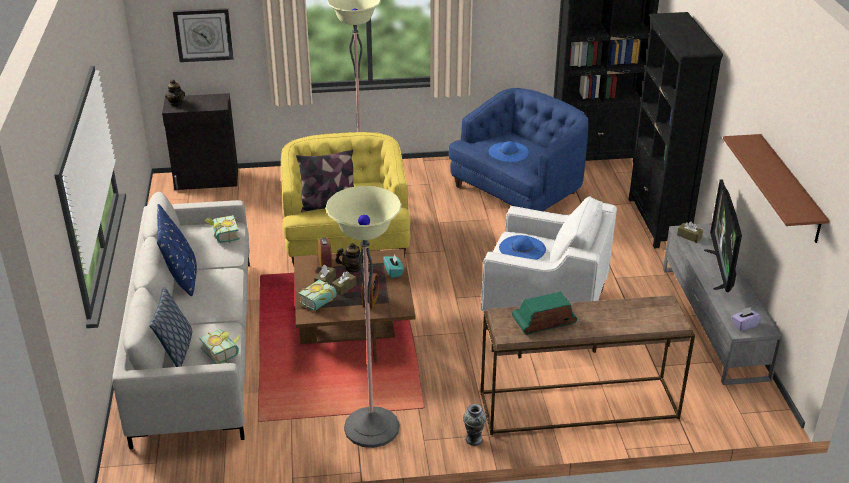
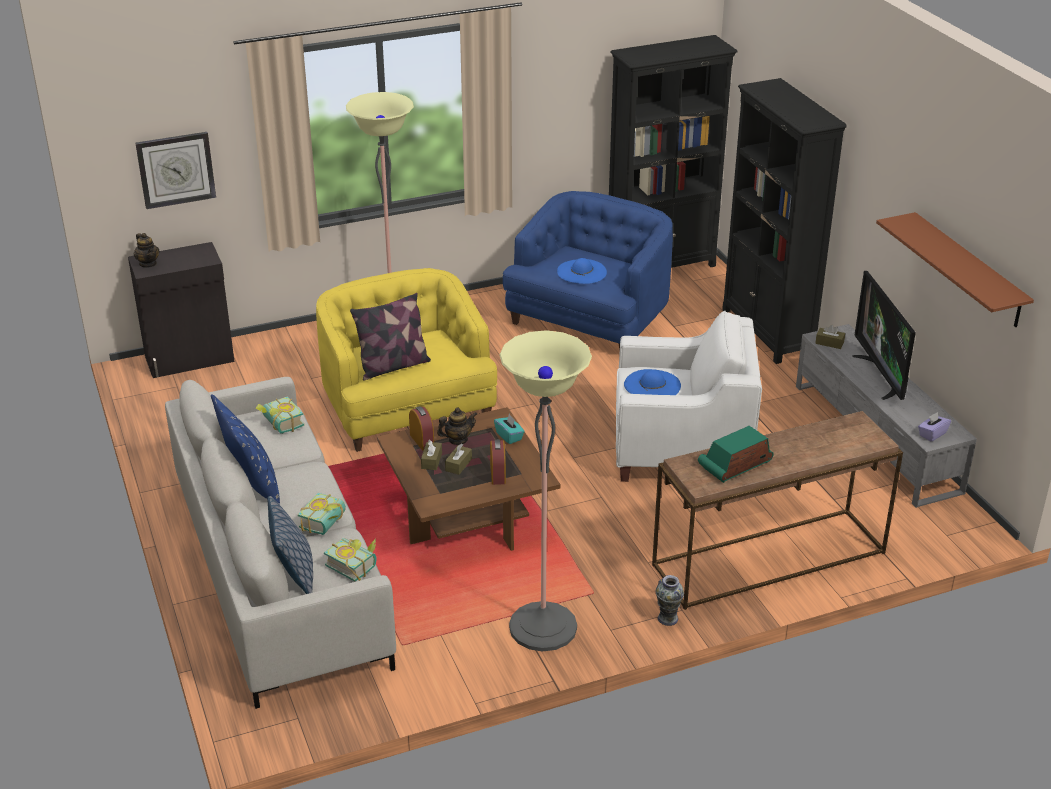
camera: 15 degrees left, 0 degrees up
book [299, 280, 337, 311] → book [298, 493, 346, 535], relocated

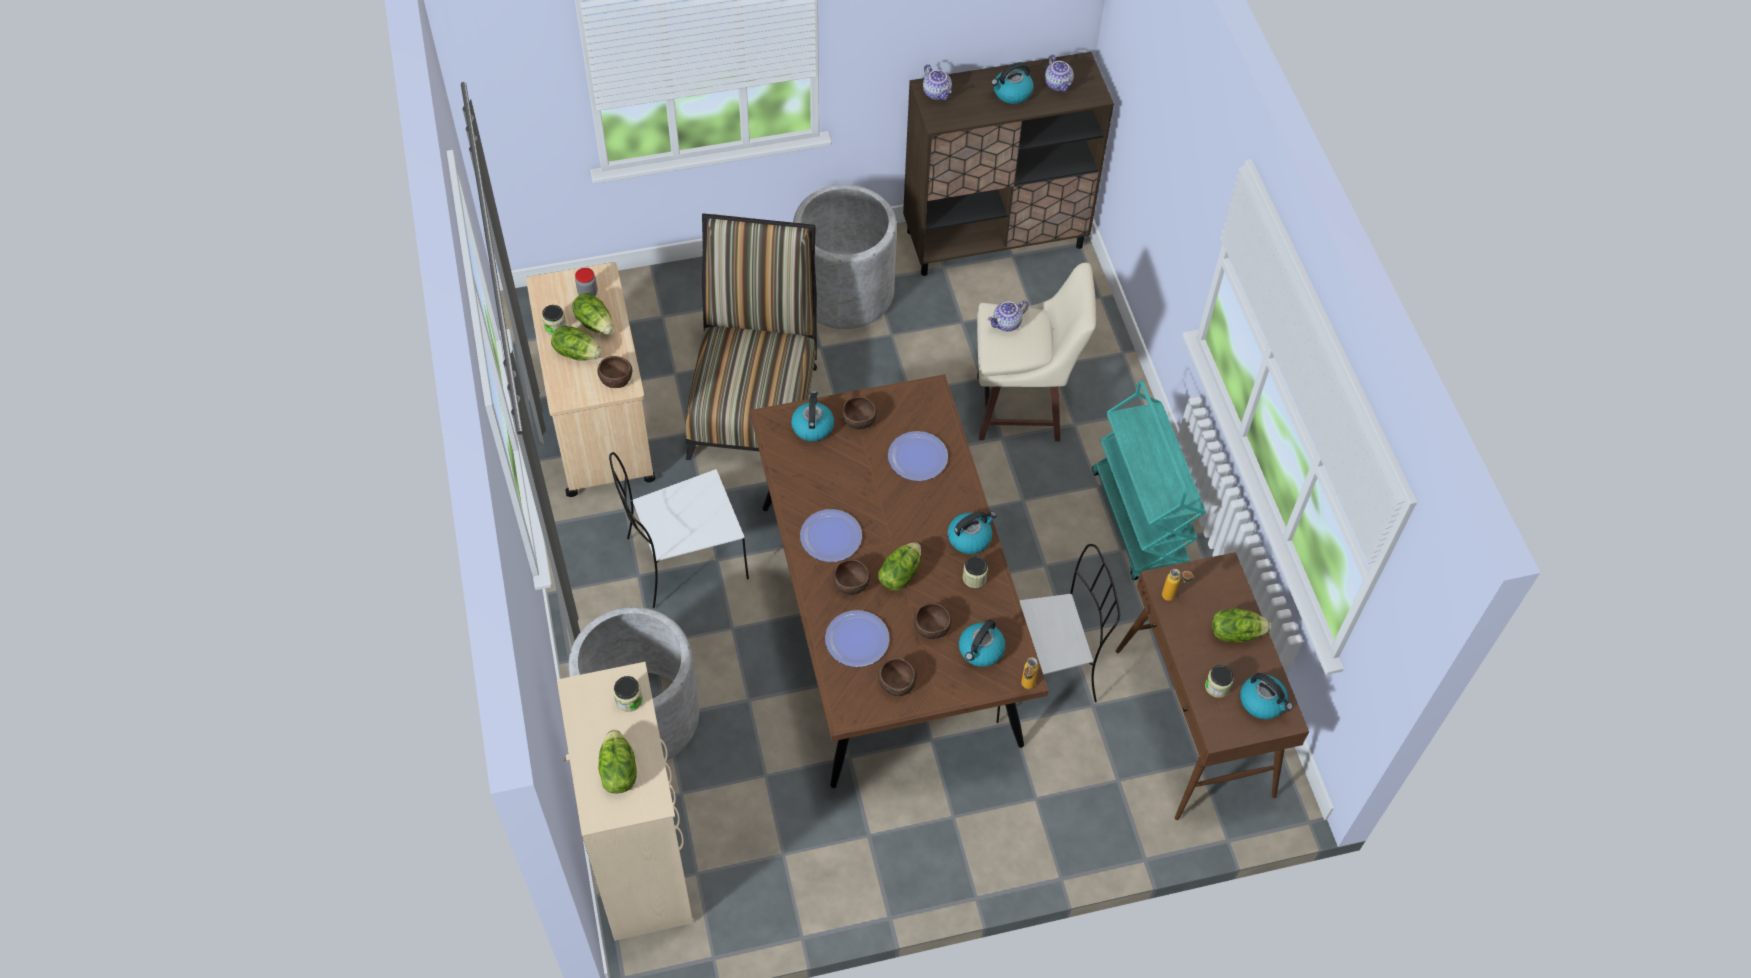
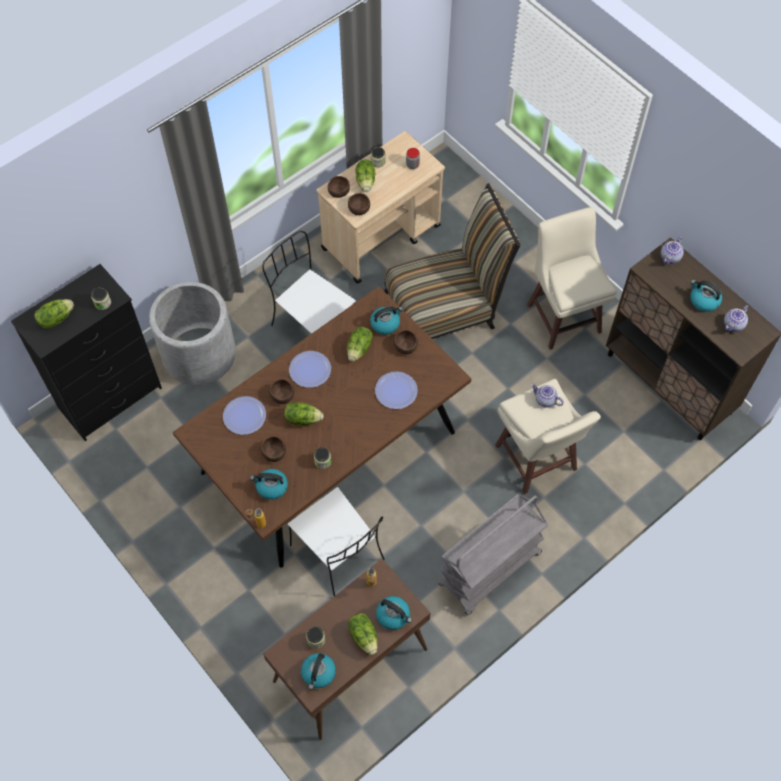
camera: 65 degrees right, 5 degrees up
lettuce [573, 293, 613, 335] → lettuce [347, 327, 373, 362], relocated
brown bowl [878, 657, 916, 696] → brown bowl [328, 176, 350, 198], relocated
kettle [948, 511, 997, 554] → kettle [376, 596, 412, 630], relocated
grey planter [793, 185, 897, 329] → beige stool [527, 207, 617, 350]
beige dresser [556, 662, 693, 941] → black dresser [11, 264, 162, 441]
turquoise cart [1092, 381, 1206, 580] → grey cart [438, 494, 548, 616]

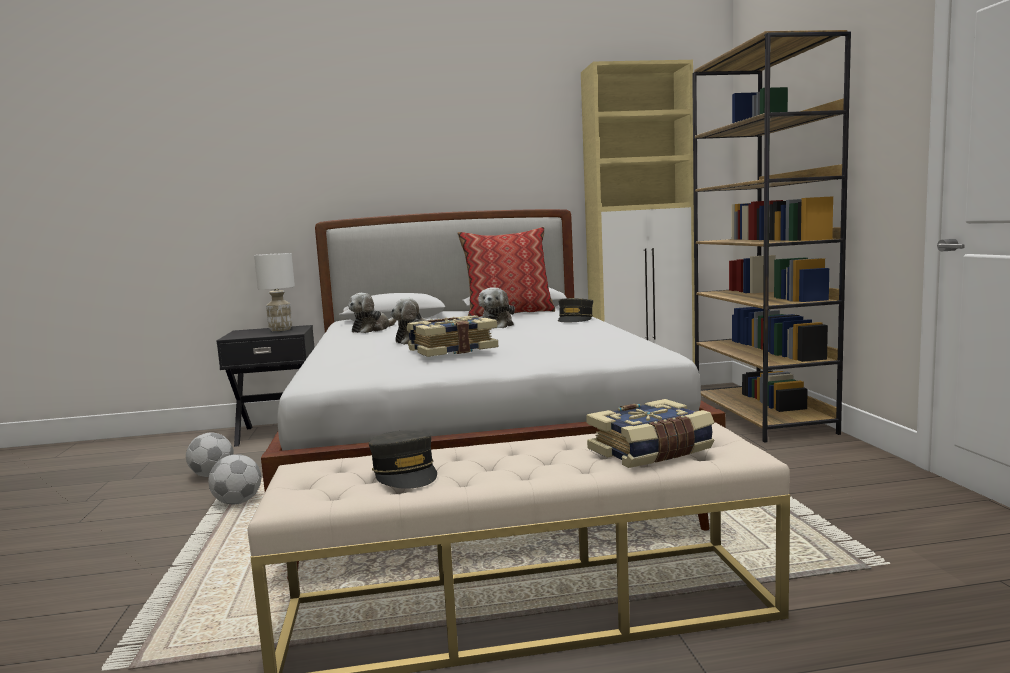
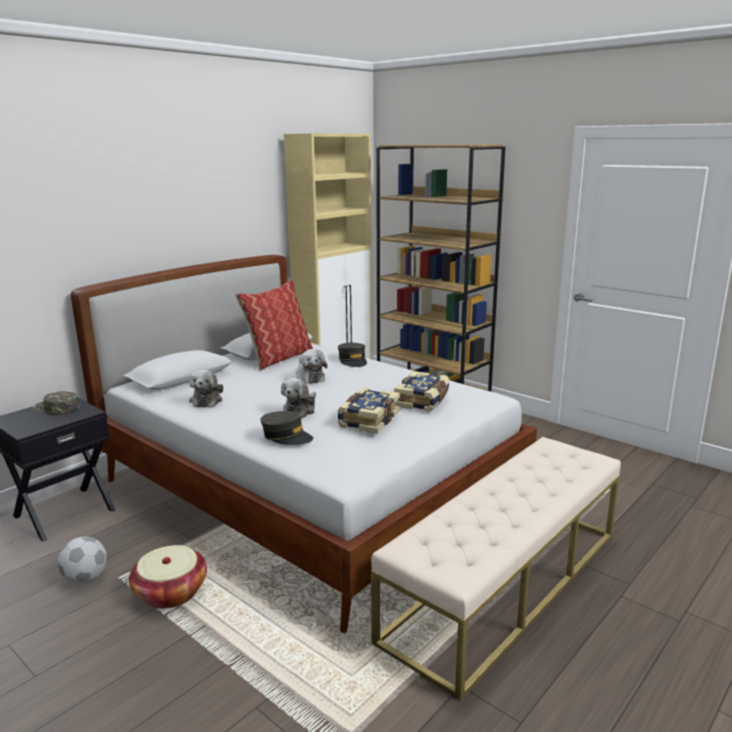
camera: 40 degrees left, 10 degrees up
grey cap [369, 431, 437, 489] → grey cap [260, 411, 313, 445], relocated
book [586, 399, 714, 468] → book [394, 371, 450, 412], relocated
football [208, 454, 261, 504] → basket [129, 545, 207, 609]
white table lamp [254, 253, 295, 331] → green cap [33, 391, 79, 415]

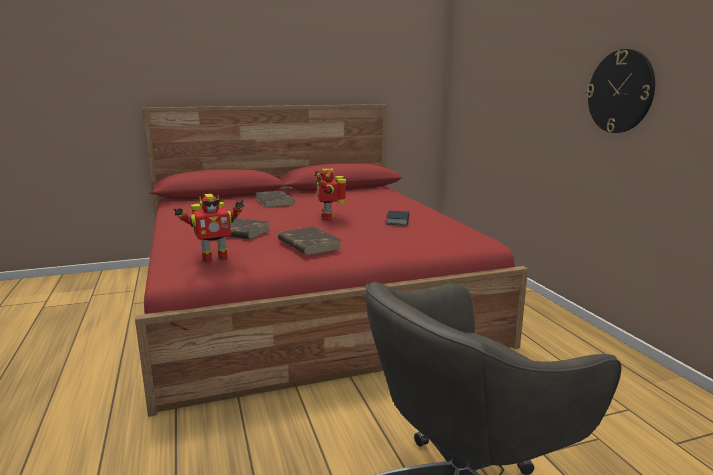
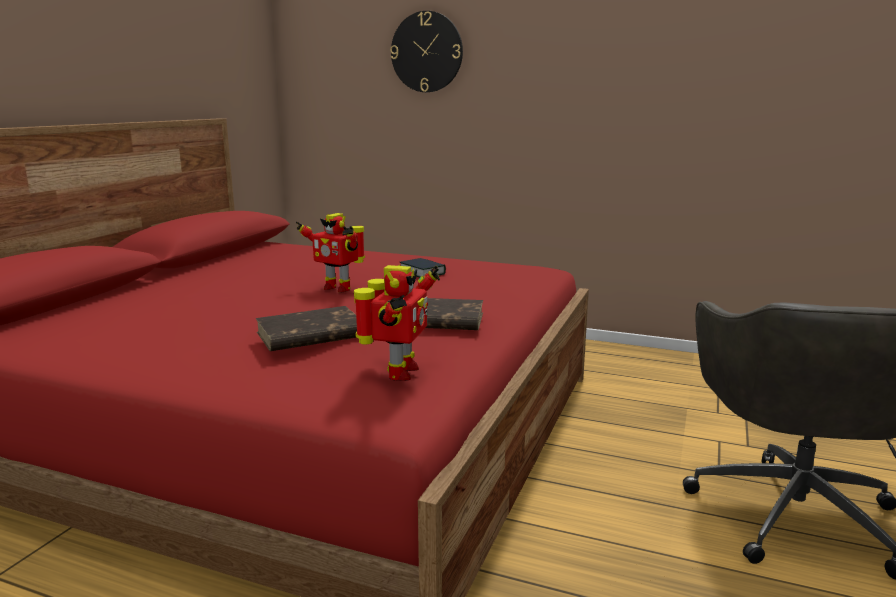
camera: 50 degrees left, 0 degrees up
brown book [256, 191, 295, 207] → -
wall clock [586, 49, 655, 133] → wall clock [390, 11, 463, 92], relocated

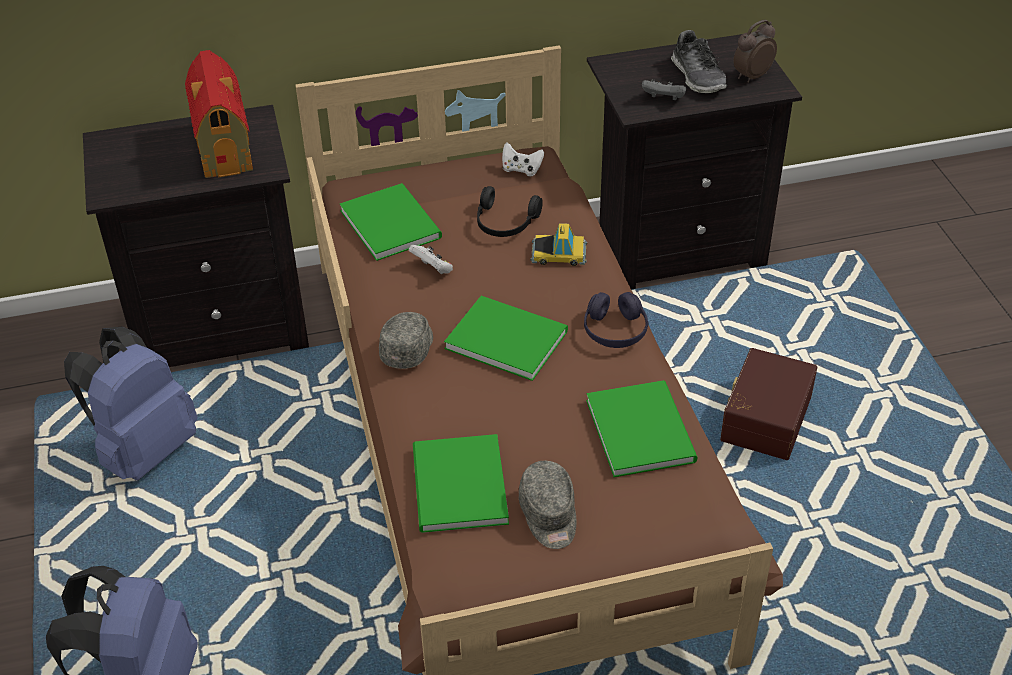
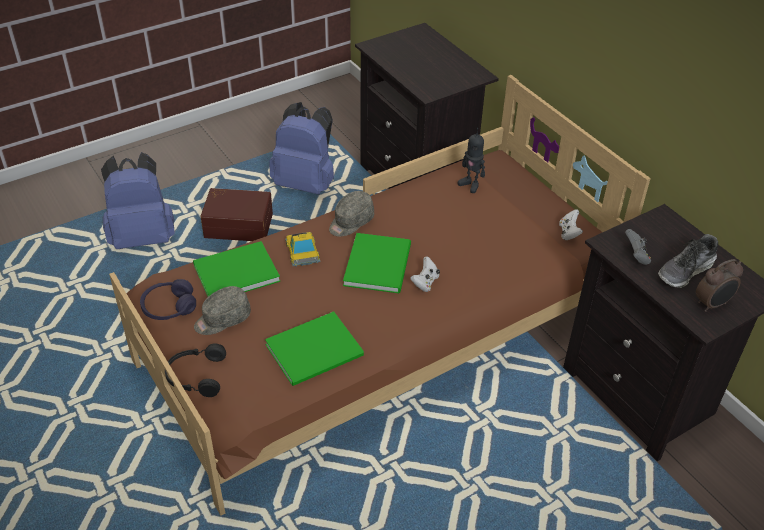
camera: 70 degrees right, 0 degrees up
toy house [185, 50, 253, 178] → -
white game controller [409, 245, 453, 275] → white game controller [410, 256, 440, 292], relocated
black headphones [477, 186, 543, 237] → black headphones [165, 343, 226, 397], relocated
toy car [530, 223, 587, 266] → toy car [285, 232, 320, 266], relocated
purple headphones [584, 292, 648, 348] → purple headphones [140, 279, 196, 320], relocated
brown storage box [720, 348, 817, 460] → brown storage box [201, 188, 273, 241], relocated
green book [340, 183, 442, 261] → toy robot [458, 128, 485, 193]
grey cap [379, 312, 433, 369] → grey cap [329, 191, 374, 237], 135 degrees clockwise
alarm clock [733, 20, 777, 83] → alarm clock [696, 259, 743, 312], 120 degrees clockwise

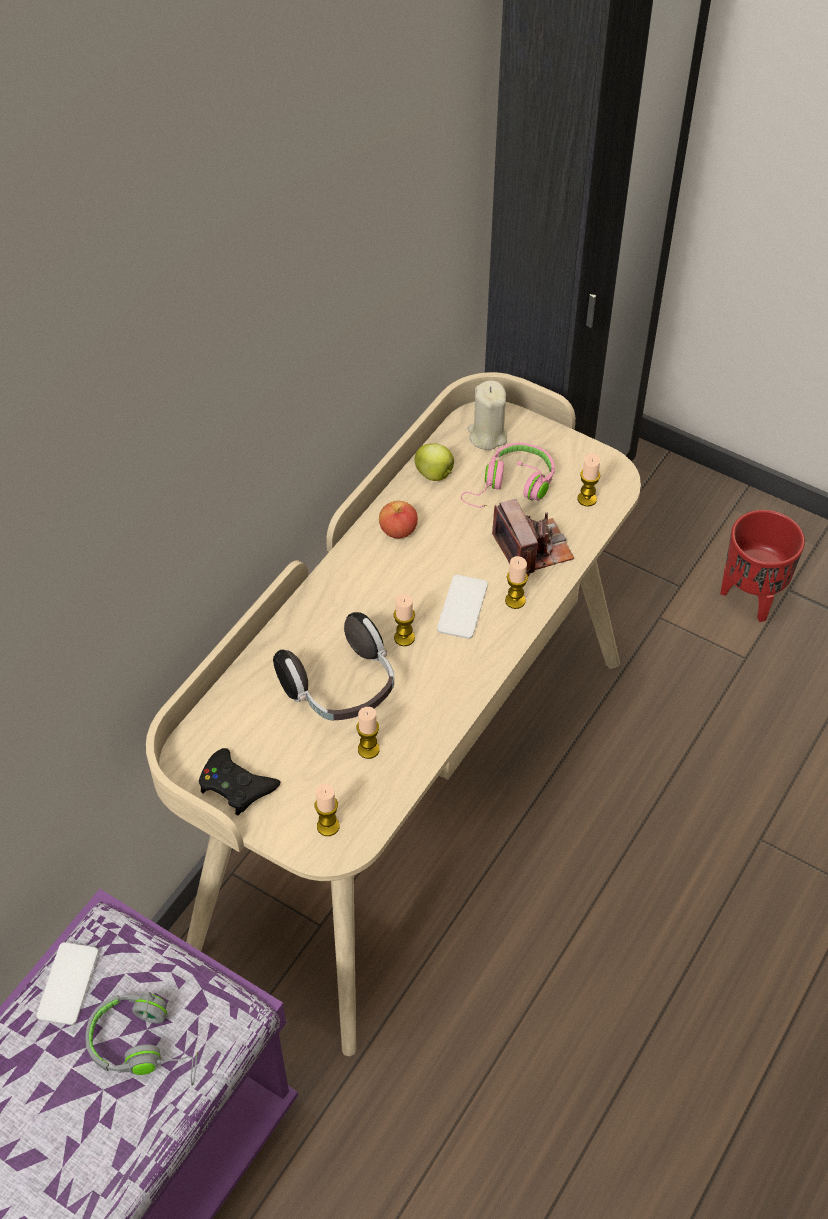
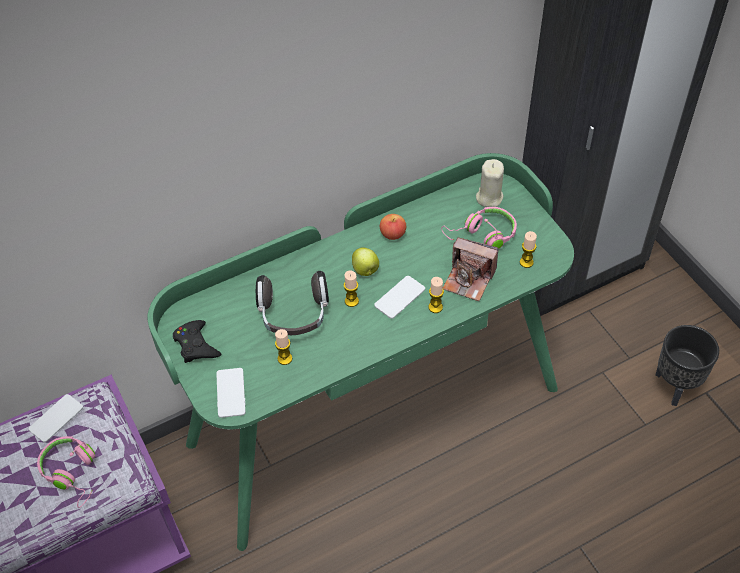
camera: 30 degrees right, 0 degrees up
apple [414, 444, 454, 481] → apple [352, 247, 379, 276], relocated
candle [315, 784, 339, 836] → phone [216, 368, 246, 418]
grey headphones [86, 992, 198, 1086] → pink headphones [37, 436, 95, 508]
beige desk [146, 372, 641, 1056] → green desk [148, 153, 574, 551]
red planter [720, 510, 805, 622] → black planter [655, 325, 719, 406]
photo camera [492, 499, 574, 576] → photo camera [443, 238, 498, 301], 105 degrees clockwise

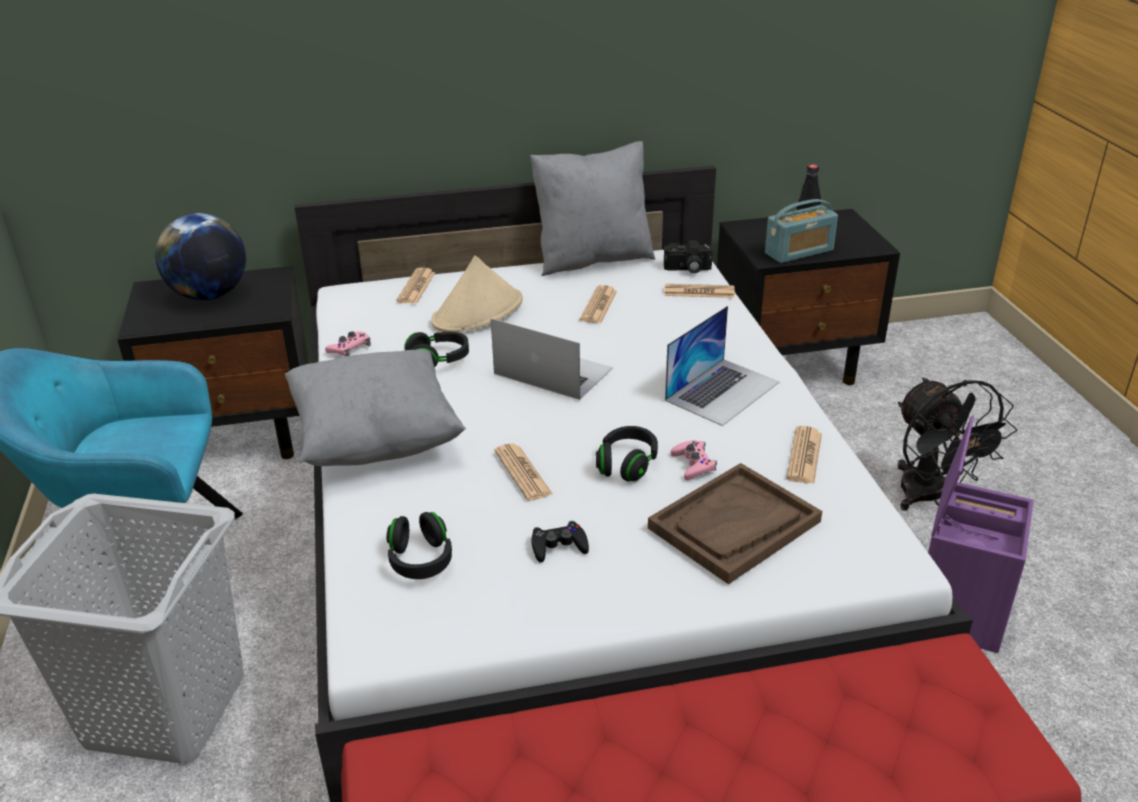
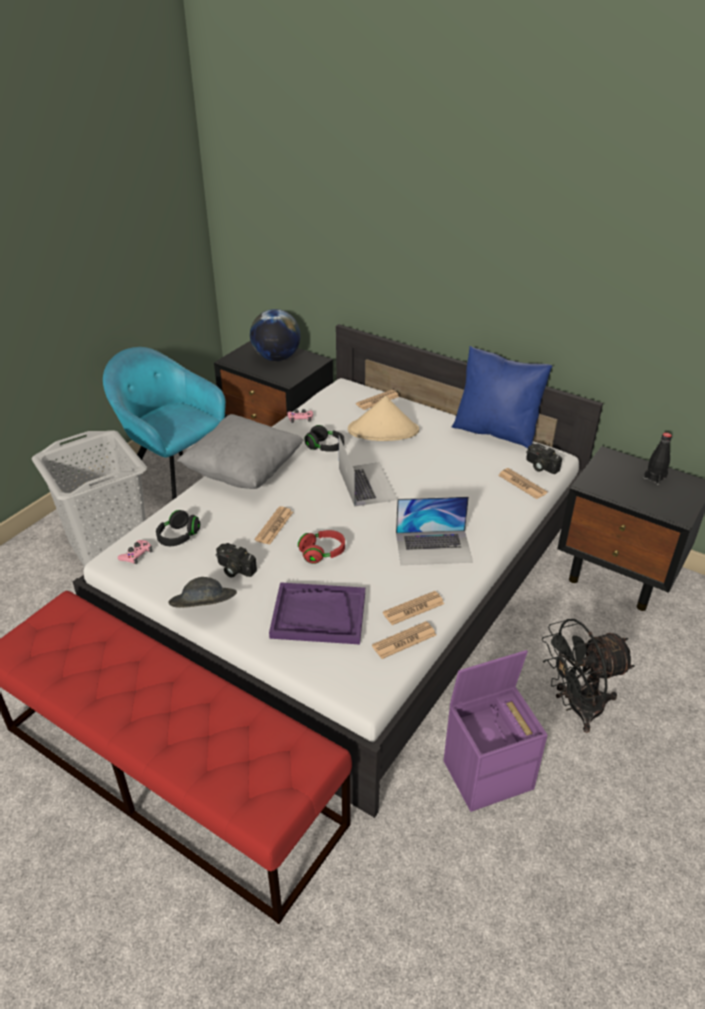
camera: 45 degrees right, 5 degrees up
radio [765, 199, 838, 263] → -
- → grey hat [168, 577, 237, 608]
newspaper [580, 285, 617, 323] → newspaper [372, 621, 436, 659], relocated
pink game controller [671, 440, 717, 480] → pink game controller [118, 540, 152, 564], relocated
black game controller [531, 521, 589, 563] → photo camera [216, 543, 257, 578]
grey pillow [530, 141, 655, 276] → blue pillow [452, 346, 552, 448]
black headphones [596, 426, 658, 482] → red headphones [298, 530, 345, 564]
brown tray [648, 463, 822, 584] → purple tray [269, 582, 365, 644]
black fan [897, 378, 1017, 510] → black fan [542, 619, 635, 733], 45 degrees clockwise

